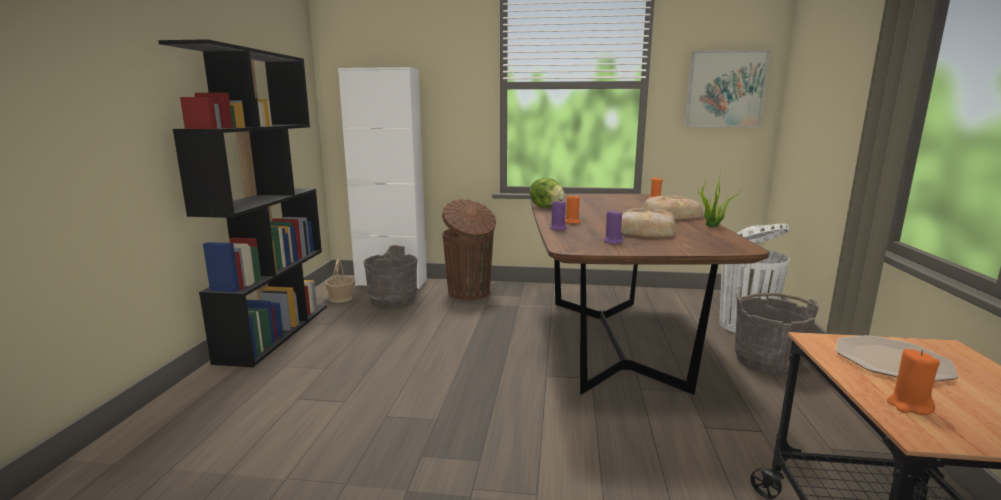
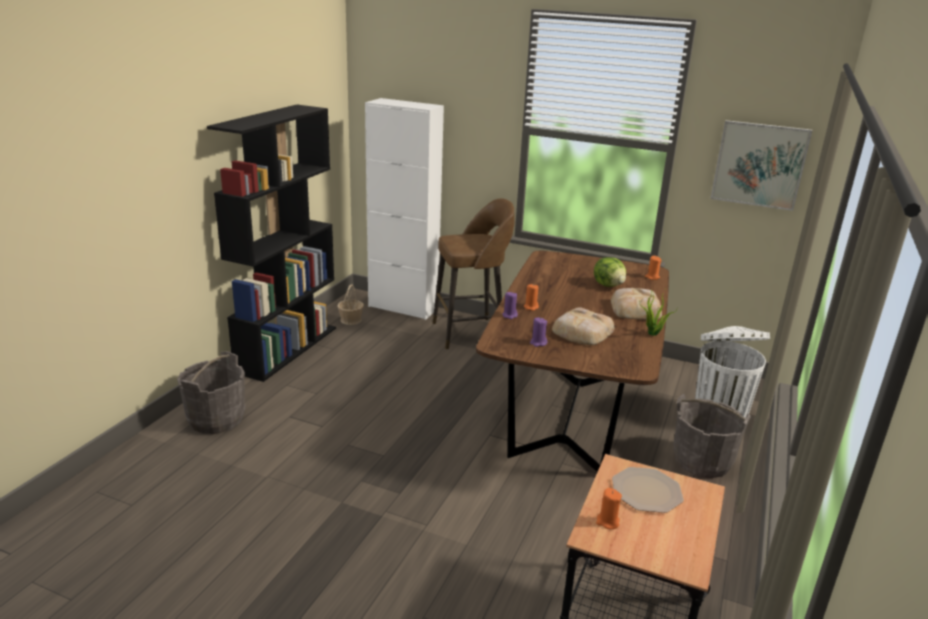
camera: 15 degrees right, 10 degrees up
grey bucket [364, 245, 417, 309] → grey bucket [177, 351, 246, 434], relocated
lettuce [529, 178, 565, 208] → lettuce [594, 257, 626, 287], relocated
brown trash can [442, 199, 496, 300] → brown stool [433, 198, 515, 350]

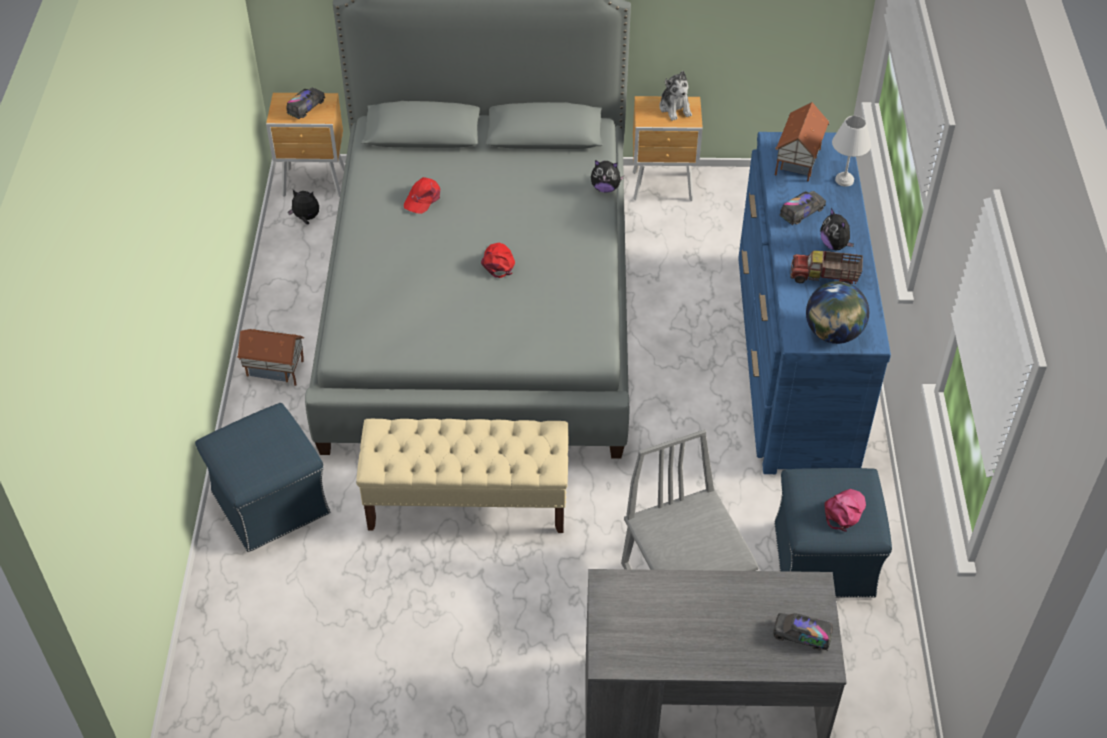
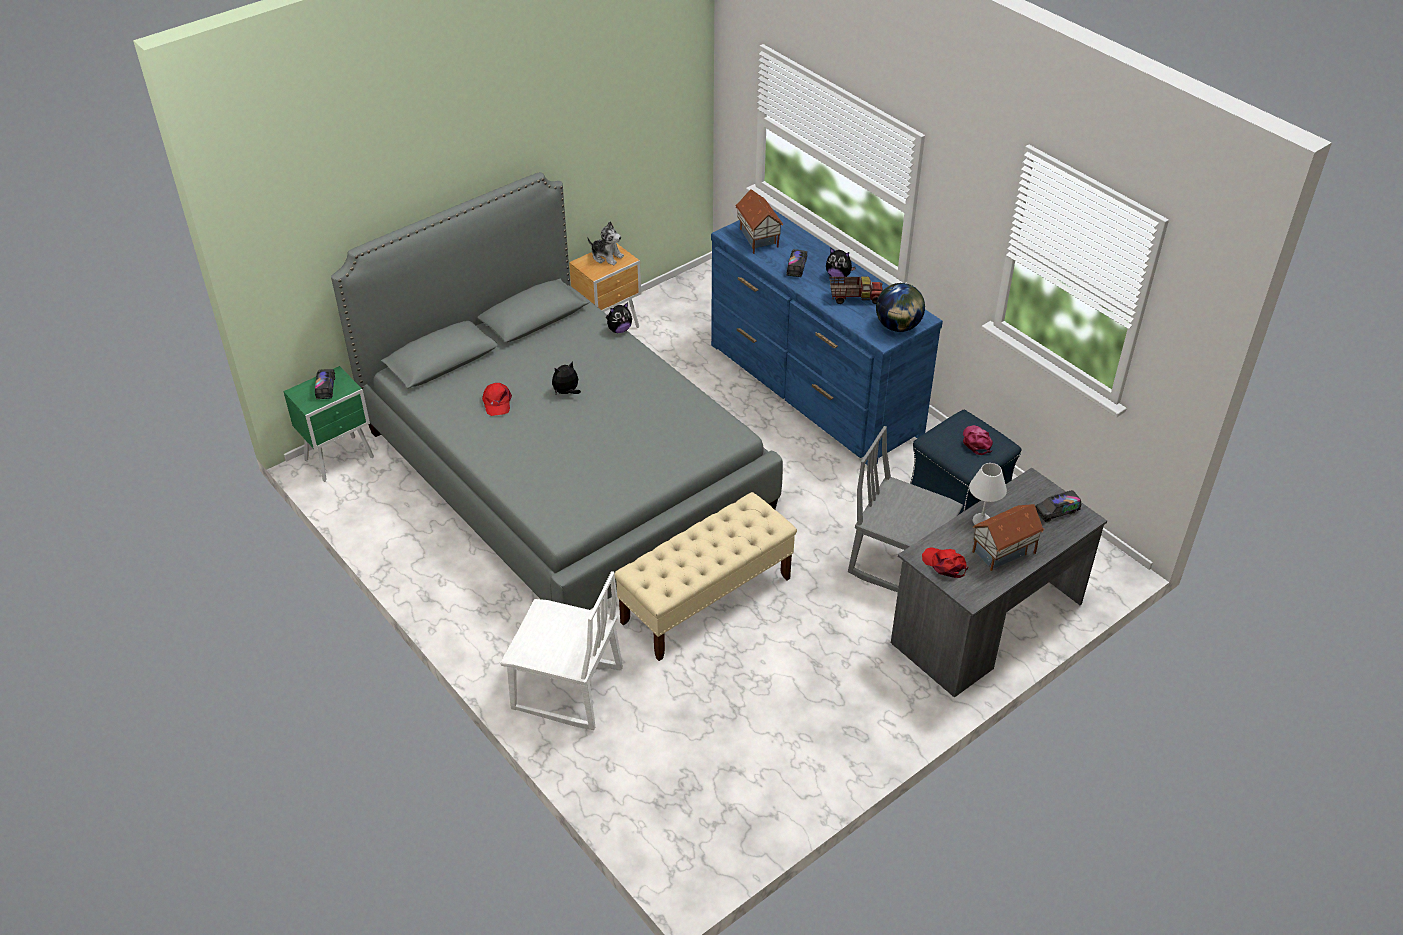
camera: 40 degrees left, 5 degrees down
toy house [237, 329, 304, 386] → toy house [972, 504, 1045, 571], relocated
plush toy [288, 190, 319, 225] → plush toy [552, 361, 581, 394], relocated
red cap [481, 243, 515, 278] → red cap [922, 547, 969, 578], relocated
white table lamp [832, 116, 871, 187] → white table lamp [969, 463, 1007, 525], relocated
blue ottoman [195, 403, 330, 552] → white chair [500, 571, 623, 730]
brown nightstand [266, 93, 345, 197] → green nightstand [283, 366, 374, 482]
toy truck [790, 251, 863, 284] → toy truck [829, 276, 883, 304], 150 degrees counterclockwise

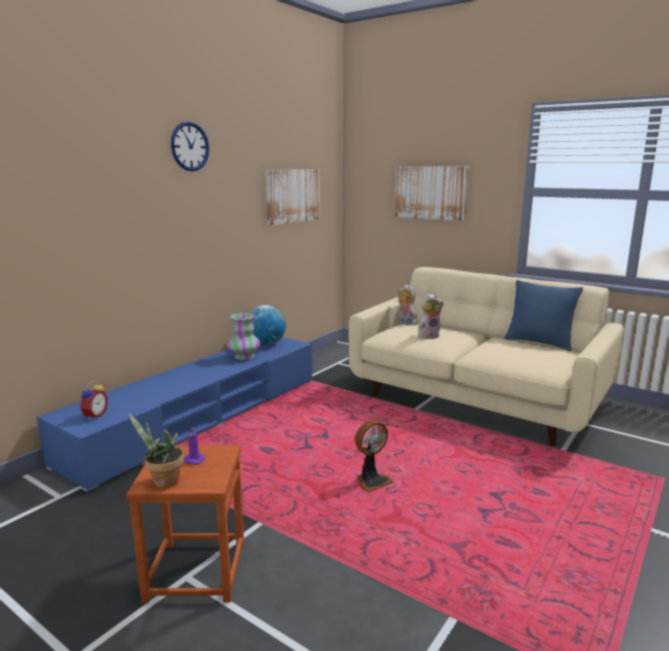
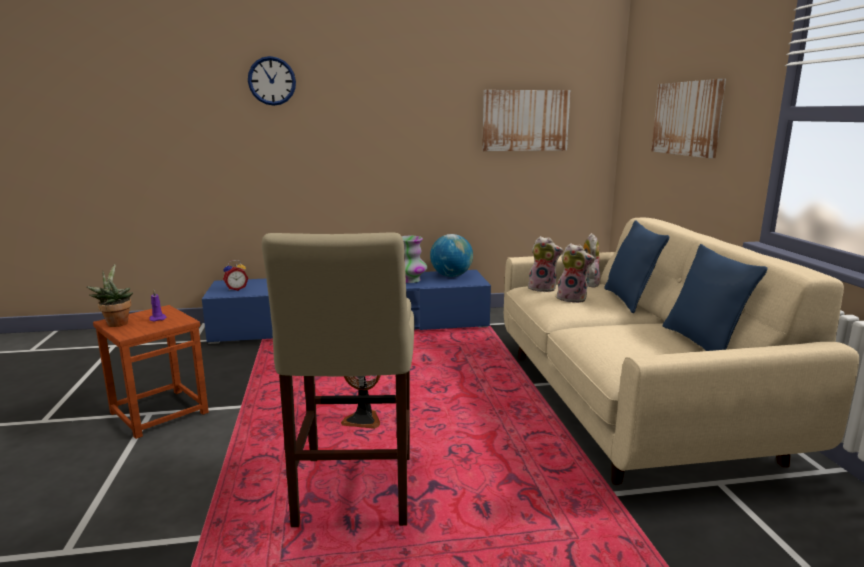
camera: 45 degrees right, 0 degrees up
- → beige stool [262, 233, 414, 527]
- → plush toy [528, 236, 563, 292]
- → blue pillow [604, 220, 670, 314]
wall clock [171, 121, 209, 171] → wall clock [248, 56, 296, 106], relocated

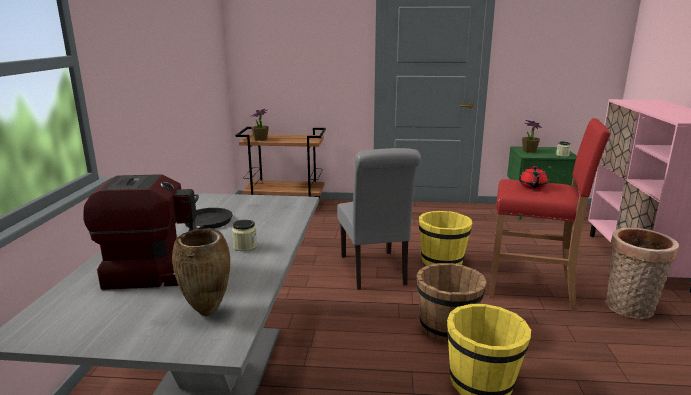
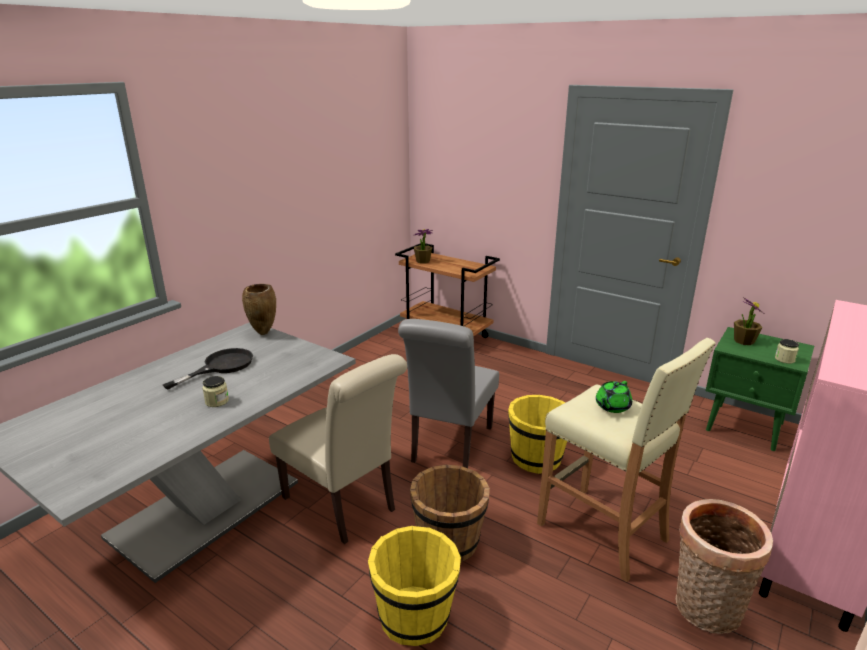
camera: 30 degrees right, 5 degrees up
coffee machine [83, 174, 199, 290] → -
- → beige chair [269, 354, 407, 544]
brown vase [172, 228, 230, 316] → brown vase [242, 284, 276, 335], relocated
red stool [489, 118, 611, 311] → beige stool [537, 338, 716, 582]
red teapot [519, 166, 548, 189] → green teapot [596, 381, 632, 413]

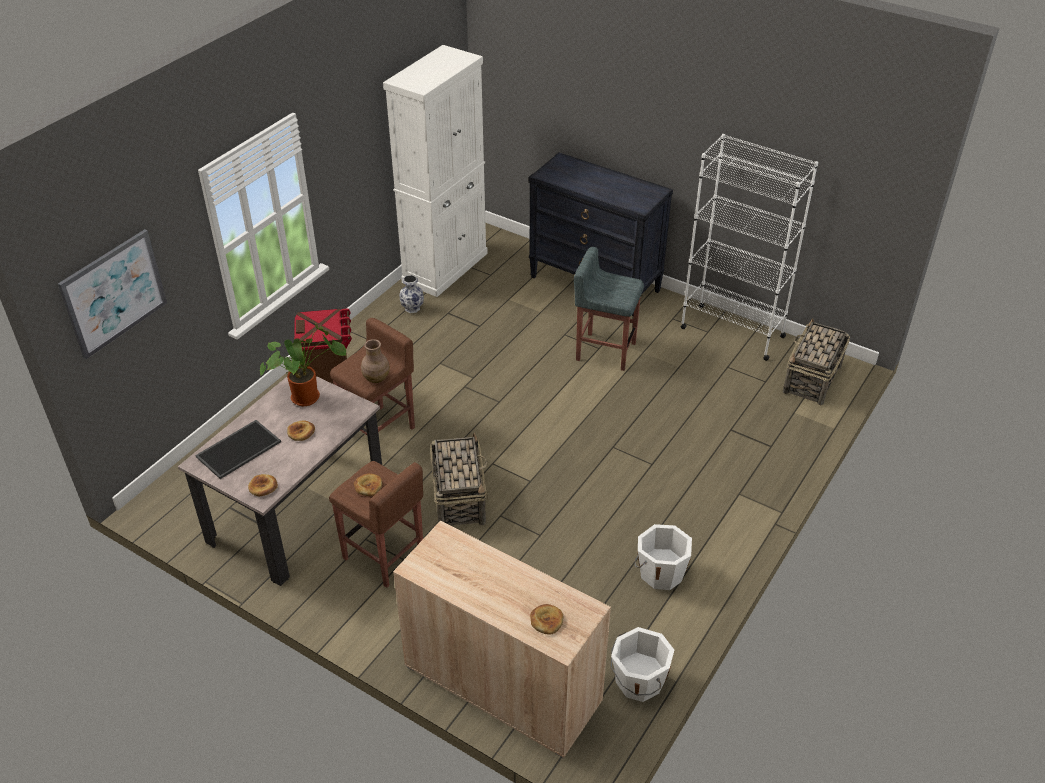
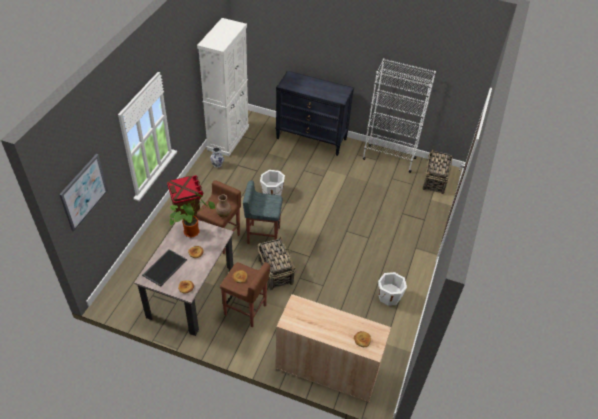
camera: 15 degrees left, 5 degrees up
grey stool [574, 247, 644, 371] → grey stool [243, 180, 283, 244], relocated
white bucket [611, 627, 674, 702] → white bucket [260, 170, 285, 196], relocated

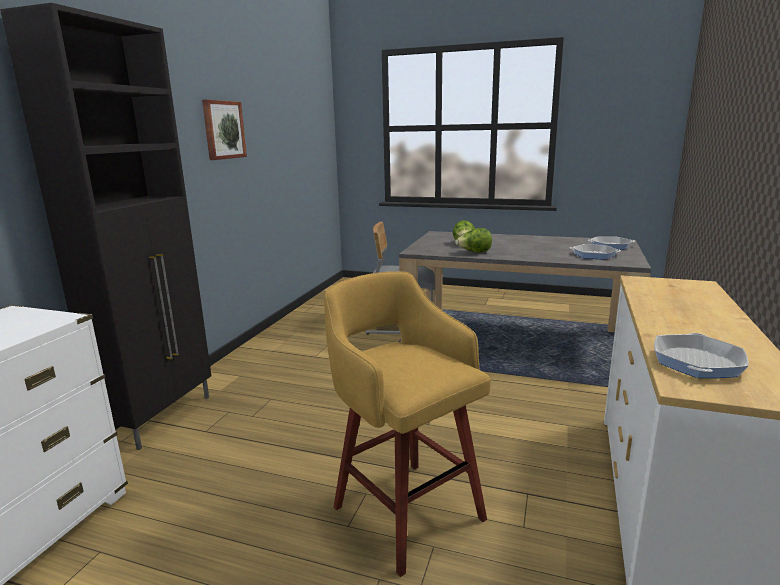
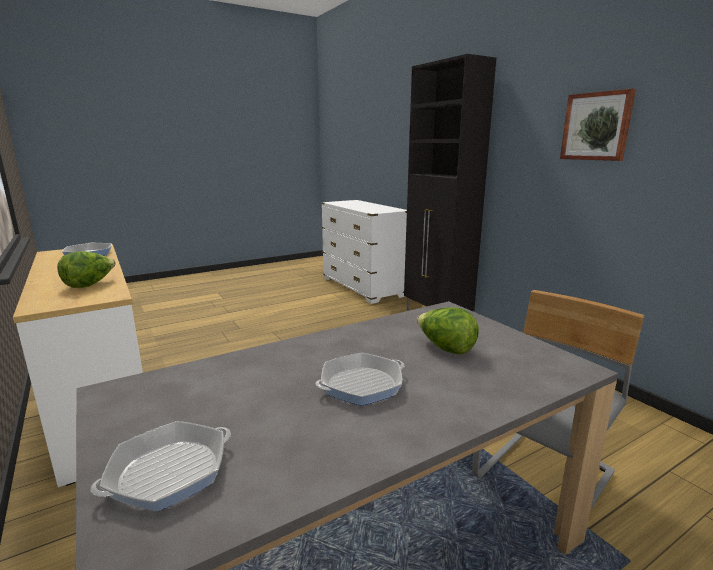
camera: 130 degrees right, 0 degrees up
yellow stool [324, 271, 491, 577] → -
lettuce [455, 228, 492, 253] → lettuce [57, 251, 116, 288], relocated
frying pan [570, 244, 621, 259] → frying pan [316, 353, 404, 406], relocated

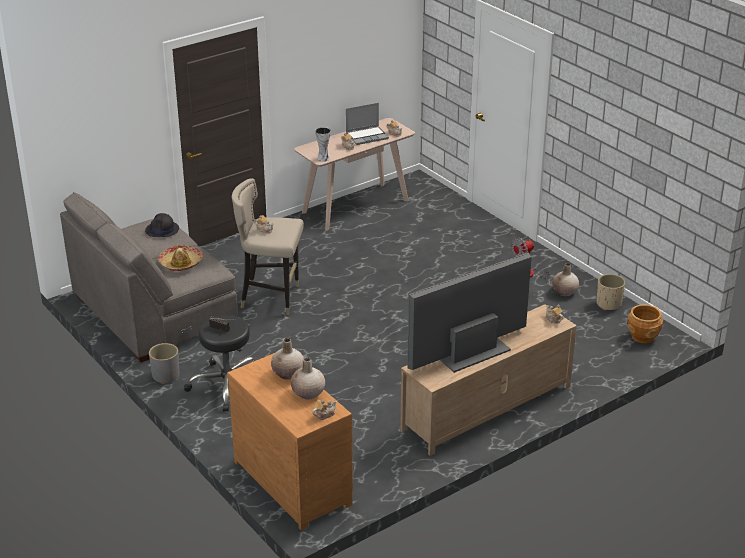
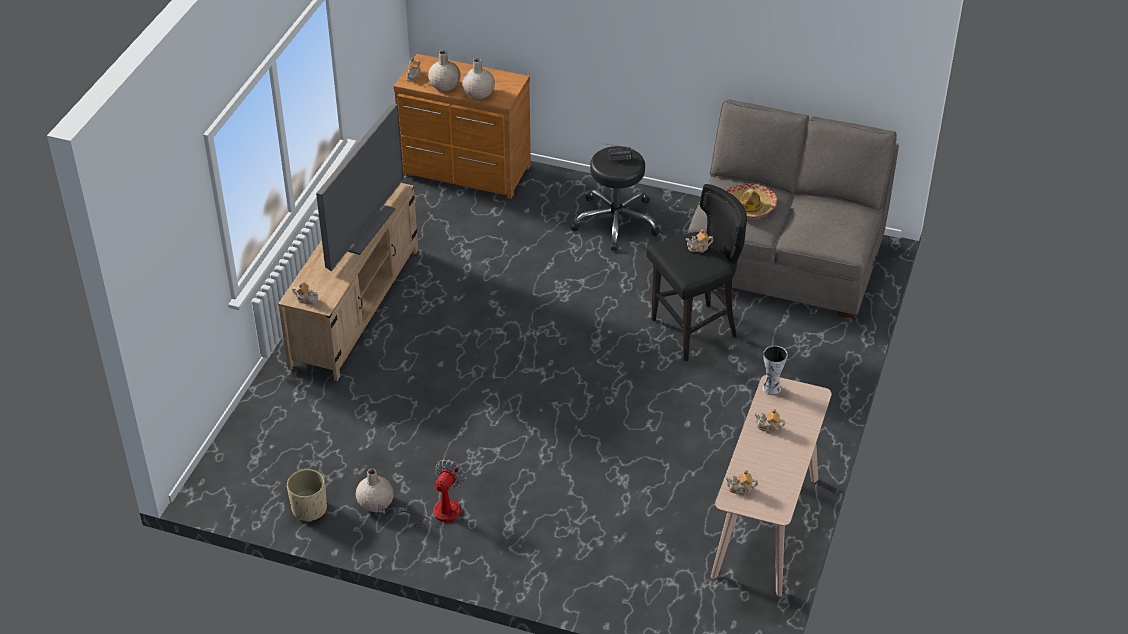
camera: 145 degrees right, 10 degrees up
black hat [145, 213, 179, 237] → -
grey planter [149, 343, 179, 384] → -
laptop [346, 103, 389, 145] → -
brown planter [628, 304, 663, 343] → -
beige stool [232, 178, 304, 315] → black stool [646, 184, 747, 362]

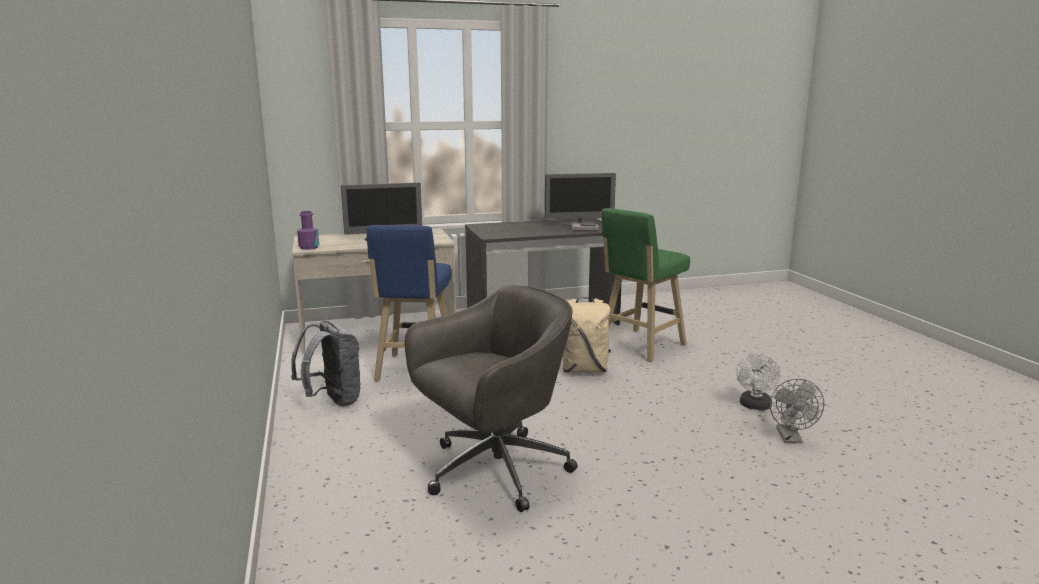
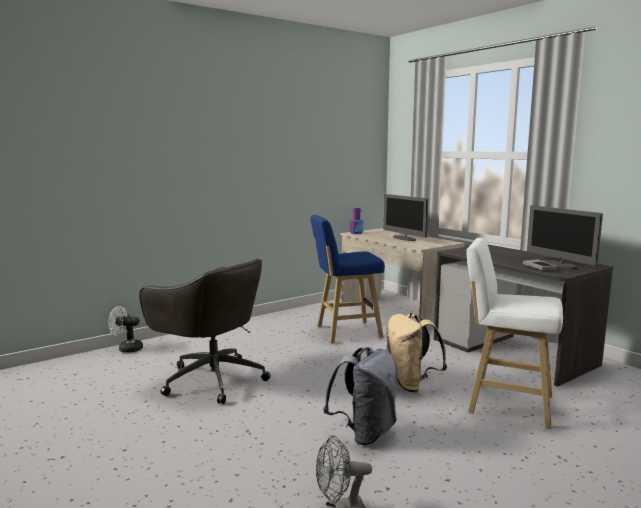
camera: 70 degrees right, 5 degrees down
grey backpack [291, 320, 362, 407] → grey backpack [323, 347, 398, 445], relocated
white fan [736, 353, 780, 410] → white fan [108, 306, 143, 353], relocated
green stool [602, 208, 690, 362] → white stool [466, 238, 563, 429]

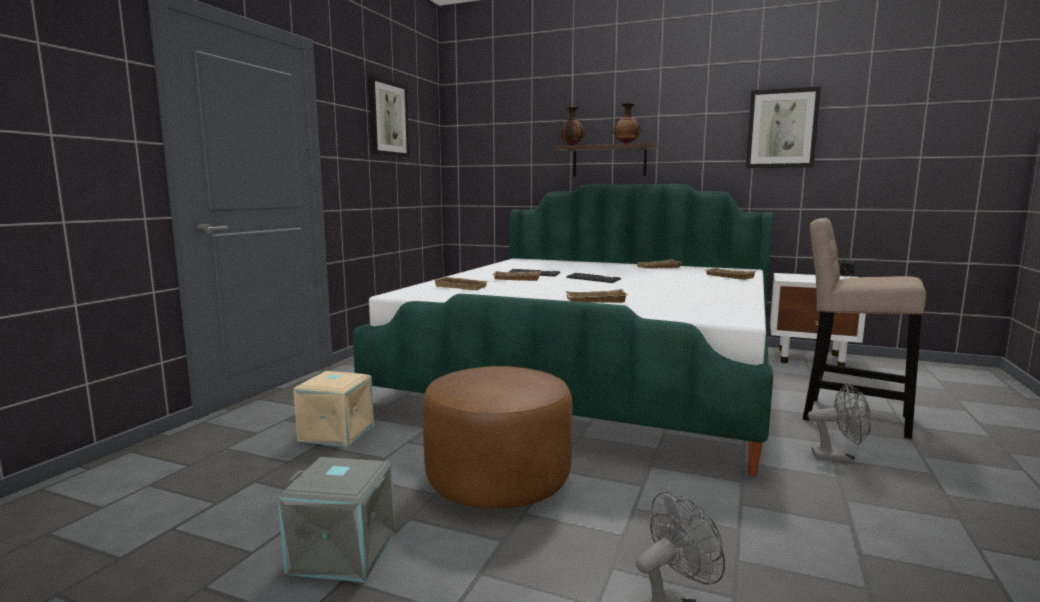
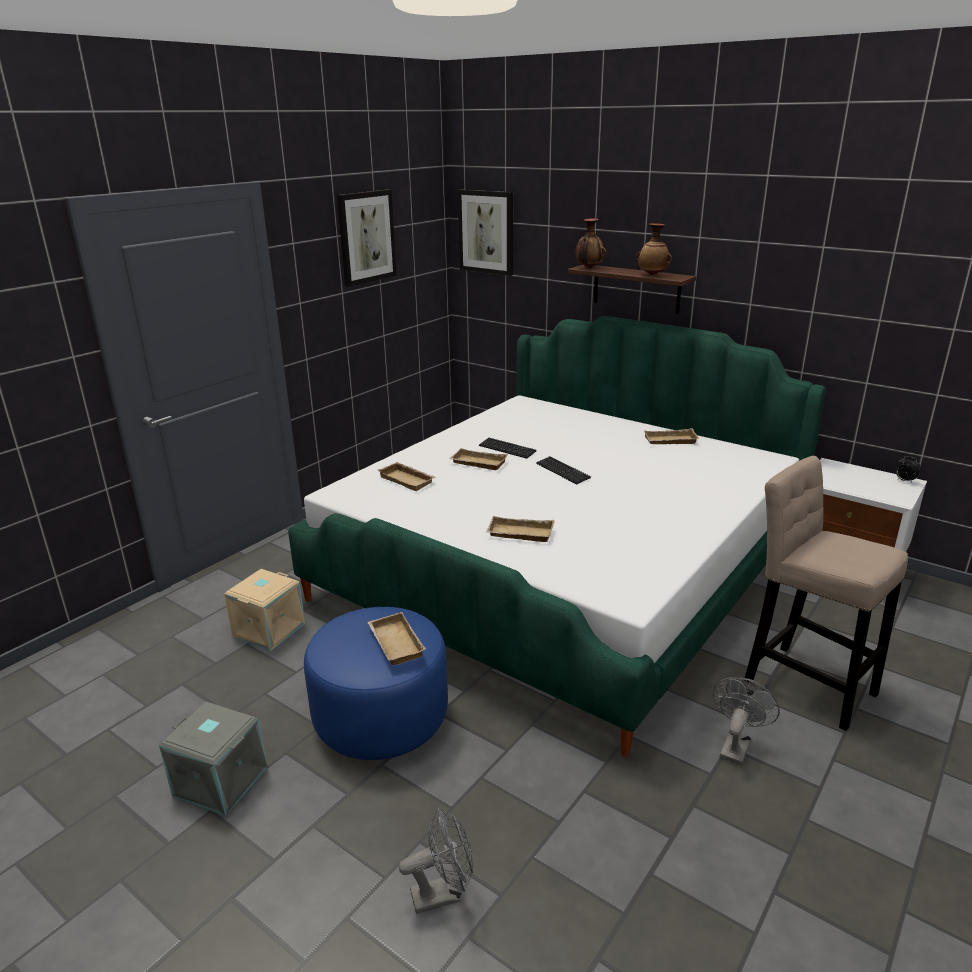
camera: 15 degrees right, 15 degrees up
beige tray [703, 268, 757, 280] → beige tray [367, 612, 426, 665], relocated
picture [746, 86, 821, 168] → picture [458, 190, 513, 276], relocated
brown ottoman [423, 366, 572, 509] → blue ottoman [304, 607, 448, 760]
grey fan [808, 383, 871, 463] → grey fan [713, 677, 780, 766], 90 degrees counterclockwise

